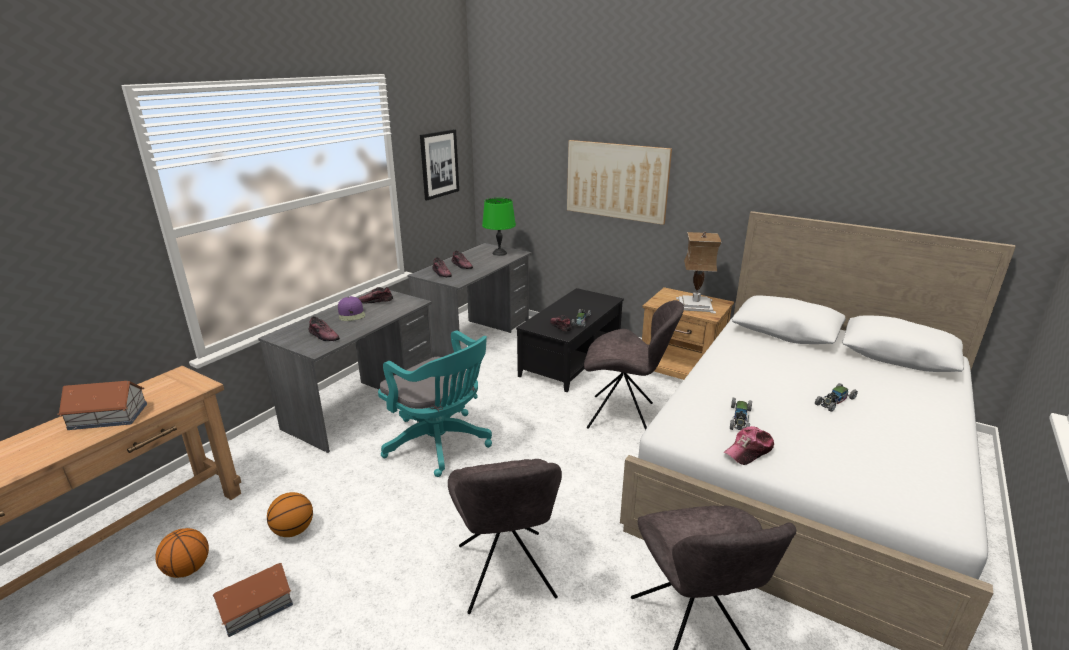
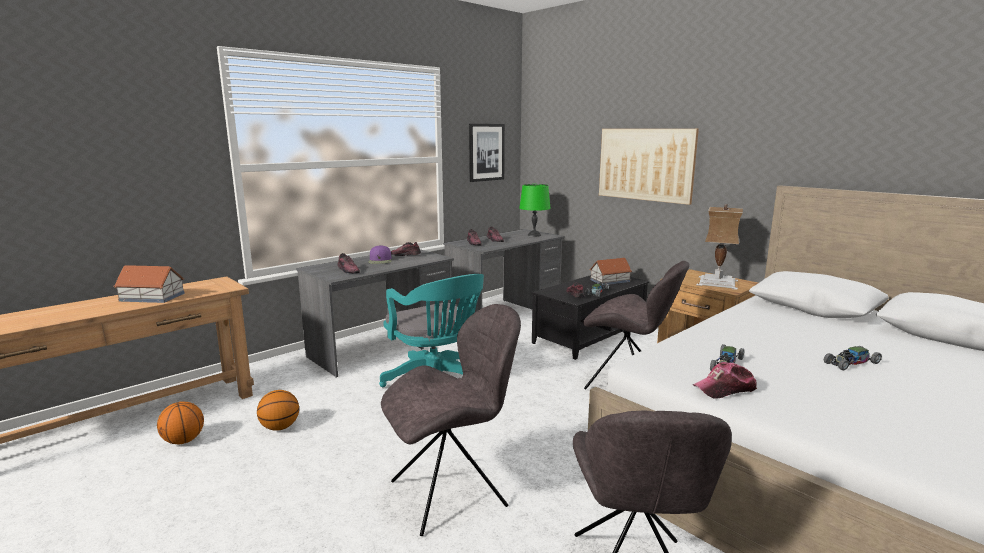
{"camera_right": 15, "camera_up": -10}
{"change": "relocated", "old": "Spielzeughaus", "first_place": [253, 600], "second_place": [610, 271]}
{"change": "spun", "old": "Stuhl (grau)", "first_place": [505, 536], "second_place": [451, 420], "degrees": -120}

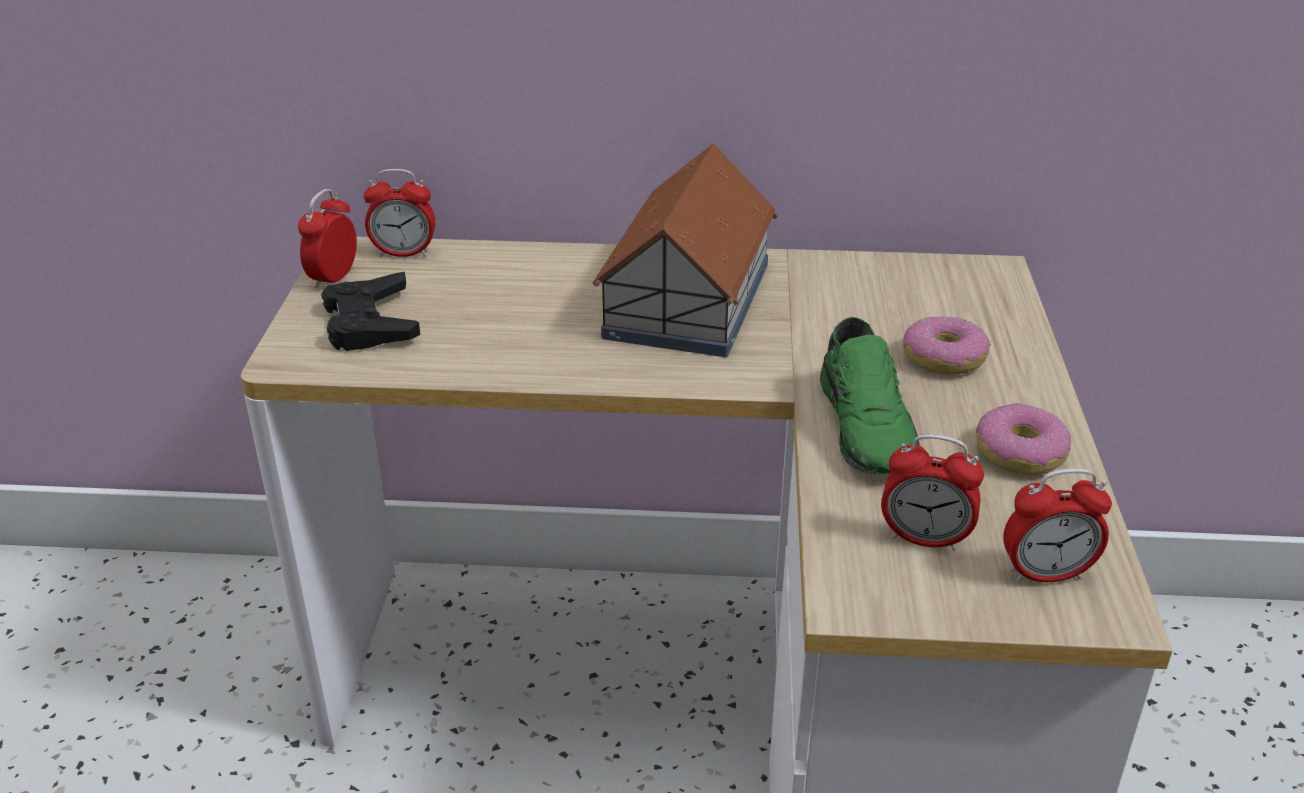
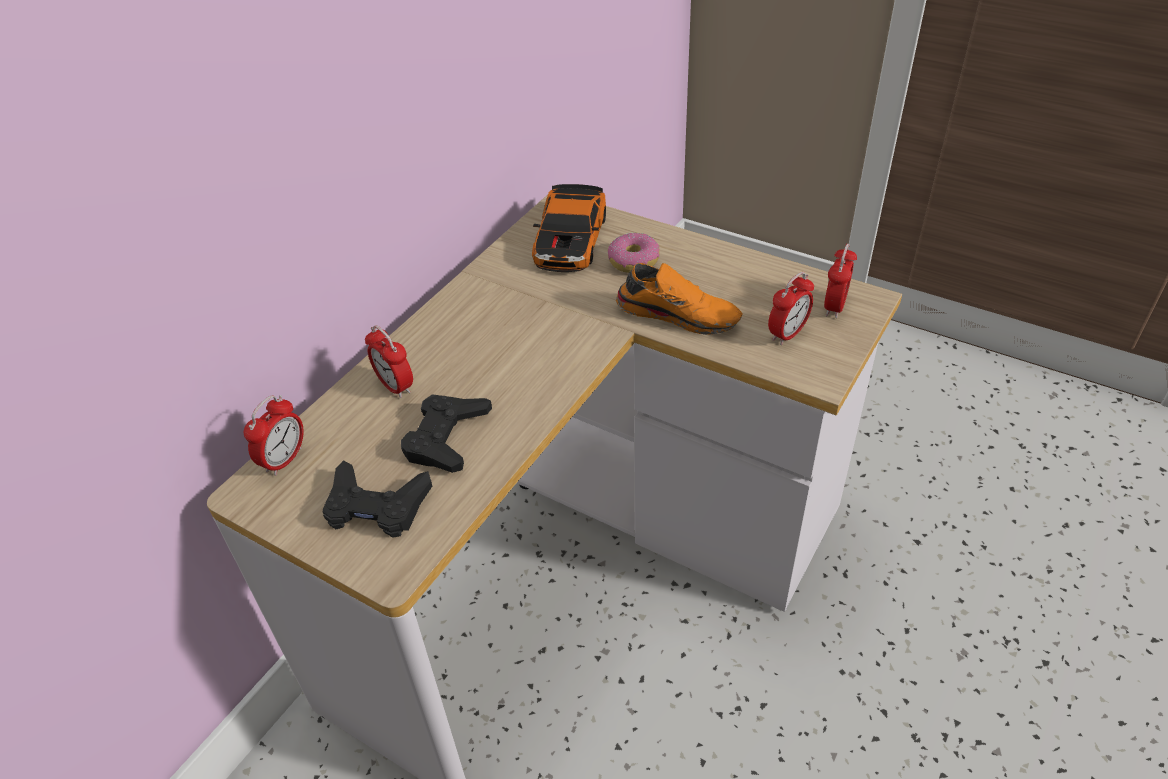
{"camera_right": -60, "camera_up": 10}
{"change": "missing", "old": "Spielzeughaus", "first_place": [685, 250]}
{"change": "missing", "old": "Donut", "first_place": [1023, 439]}
{"change": "appeared", "new": "Gamepad (schwarz)", "second_place": [446, 434]}
{"change": "appeared", "new": "Spielzeugauto", "second_place": [569, 228]}
{"change": "relocated", "old": "Wecker", "first_place": [327, 238], "second_place": [389, 361]}
{"change": "colour", "old": "Schuh (grün)", "new": "Schuh (orange)", "first_place": [870, 395], "second_place": [679, 299]}

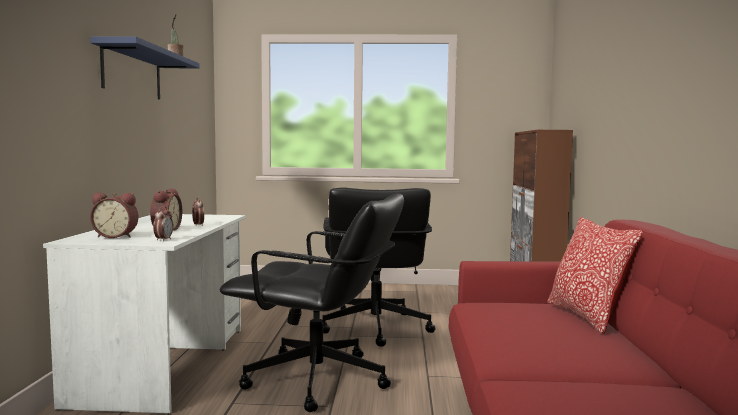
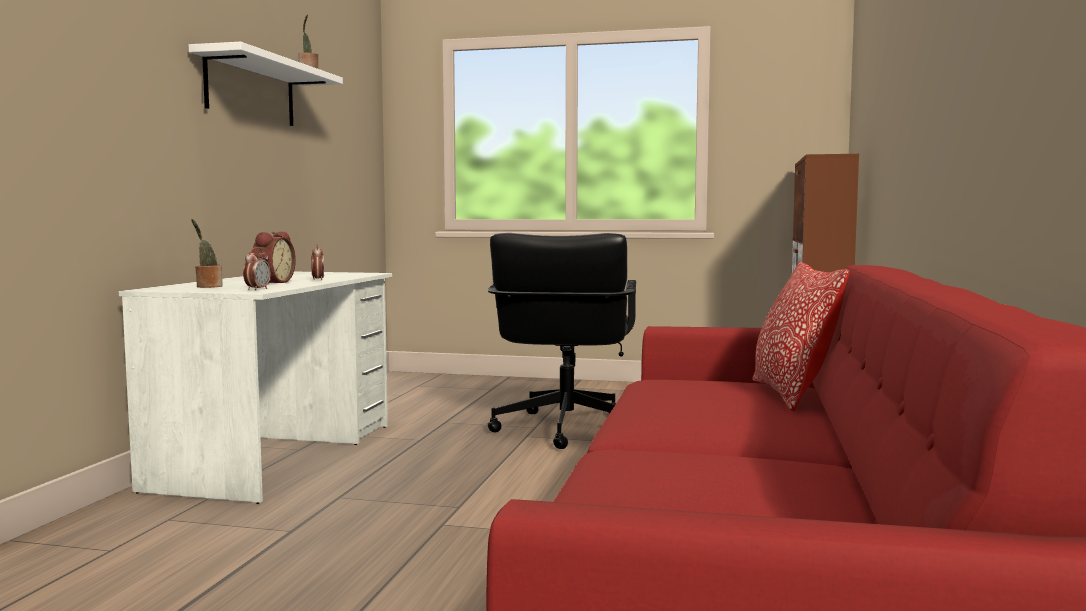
{"camera_right": 10, "camera_up": 0}
{"change": "missing", "old": "Bürostuhl (schwarz)", "first_place": [312, 303]}
{"change": "exchanged", "old": "Wecker", "new": "Topfpflanze", "first_place": [114, 215], "second_place": [207, 253]}
{"change": "colour", "old": "Wandregal (blau)", "new": "Wandregal (weiß)", "first_place": [145, 68], "second_place": [266, 84]}

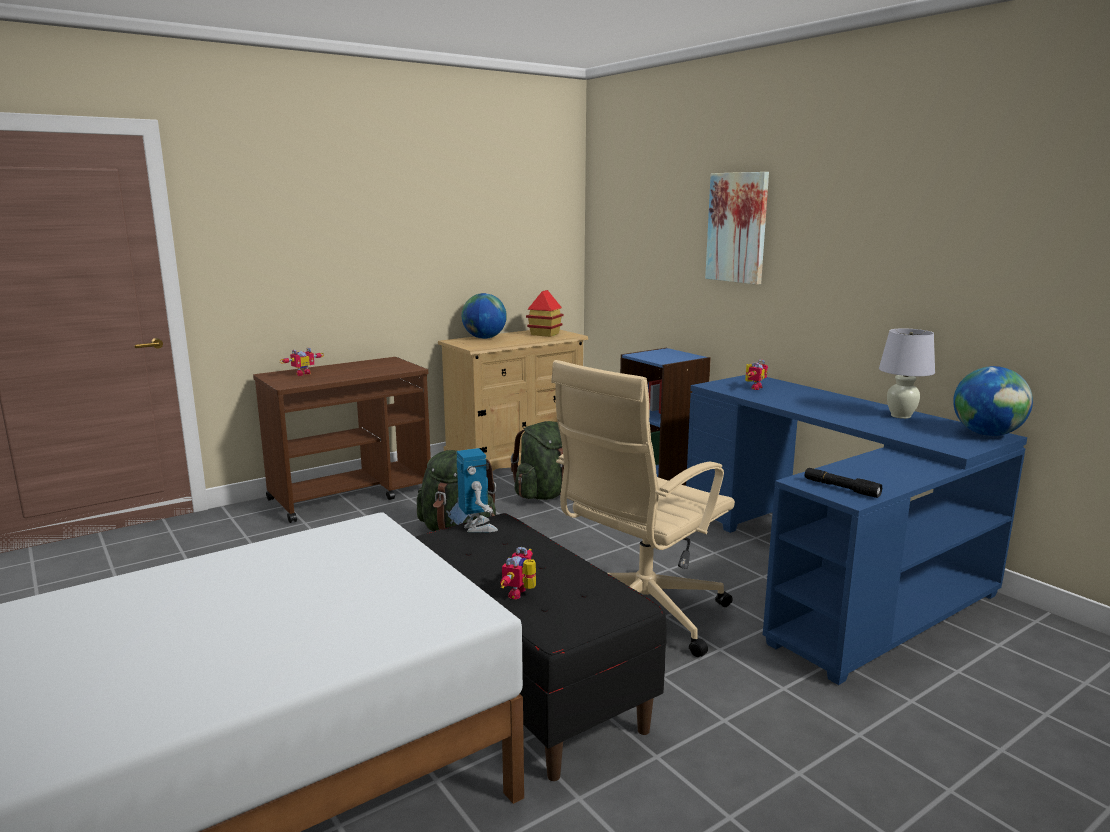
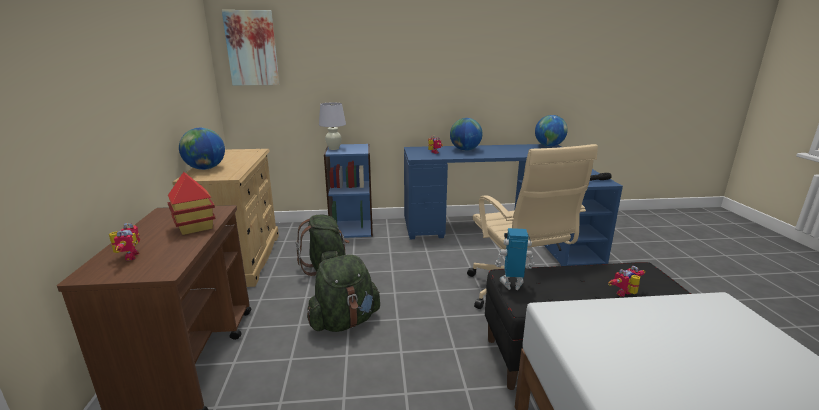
{"camera_right": -60, "camera_up": 5}
{"change": "appeared", "new": "Globus", "second_place": [466, 134]}
{"change": "relocated", "old": "Spielzeughaus", "first_place": [545, 313], "second_place": [192, 203]}
{"change": "relocated", "old": "Bild", "first_place": [737, 228], "second_place": [250, 47]}
{"change": "relocated", "old": "Tischlampe (weiß)", "first_place": [907, 374], "second_place": [332, 126]}
{"change": "spun", "old": "Spielzeugroboter", "first_place": [518, 573], "second_place": [626, 281], "degrees": 105}

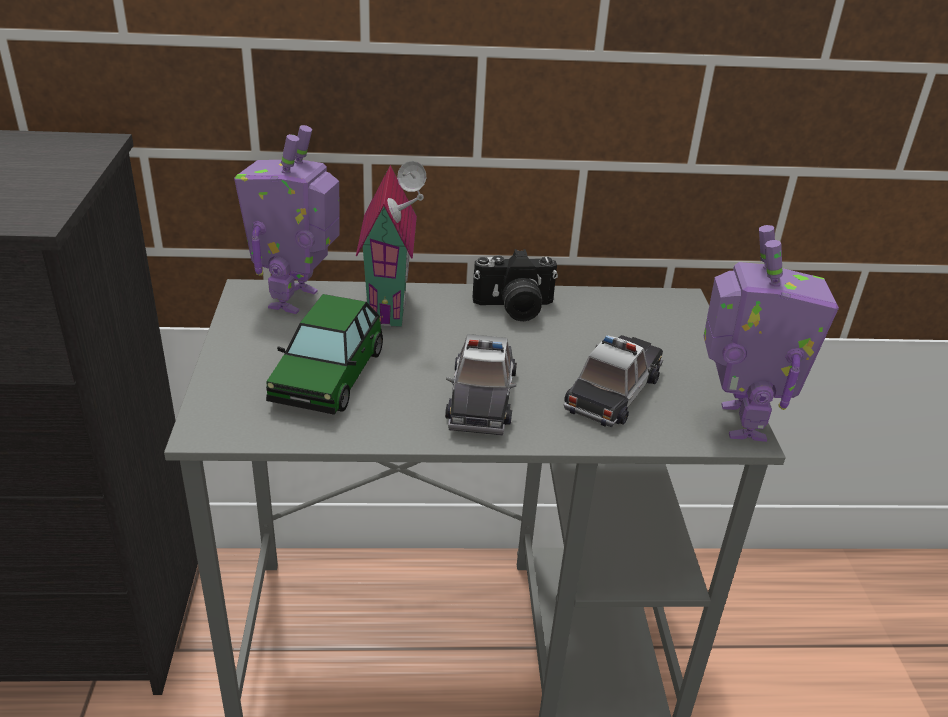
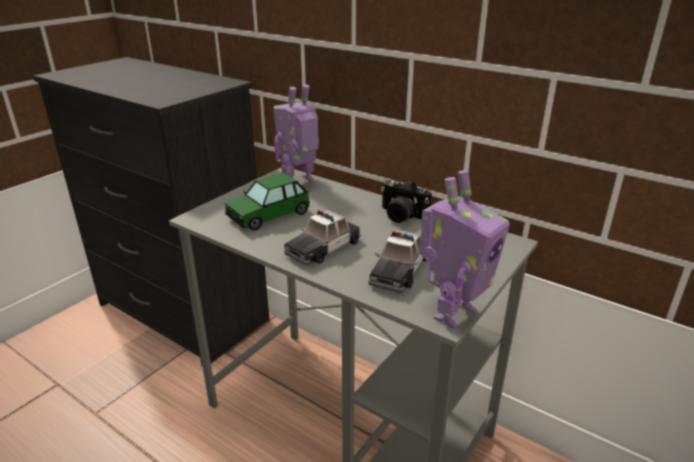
{"camera_right": 40, "camera_up": -5}
{"change": "missing", "old": "Spielzeughaus", "first_place": [391, 245]}
{"change": "spun", "old": "Spielzeugauto", "first_place": [613, 381], "second_place": [397, 261], "degrees": 135}

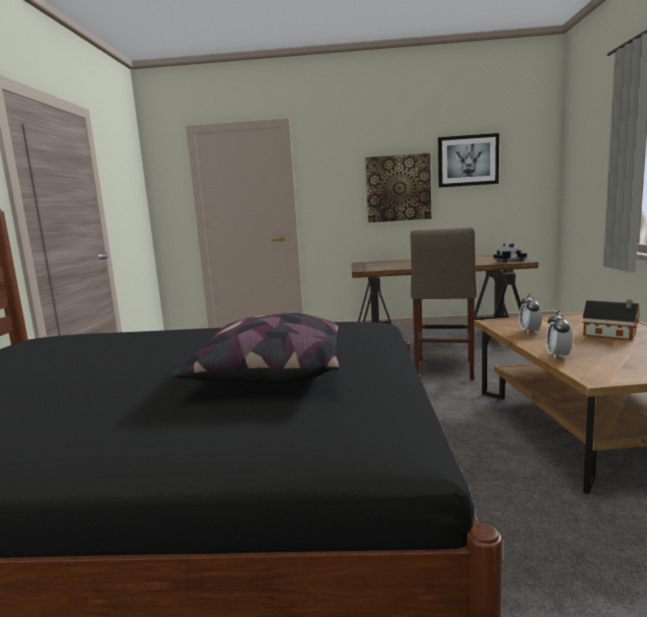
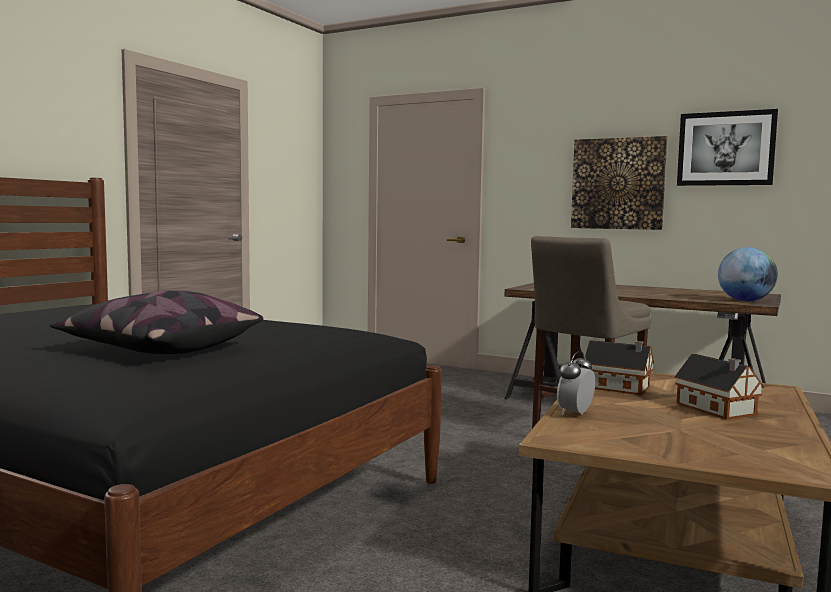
{"camera_right": 25, "camera_up": -5}
{"change": "exchanged", "old": "Spielzeugauto", "new": "Globus", "first_place": [510, 252], "second_place": [748, 274]}
{"change": "exchanged", "old": "Wecker", "new": "Spielzeughaus", "first_place": [530, 313], "second_place": [619, 367]}

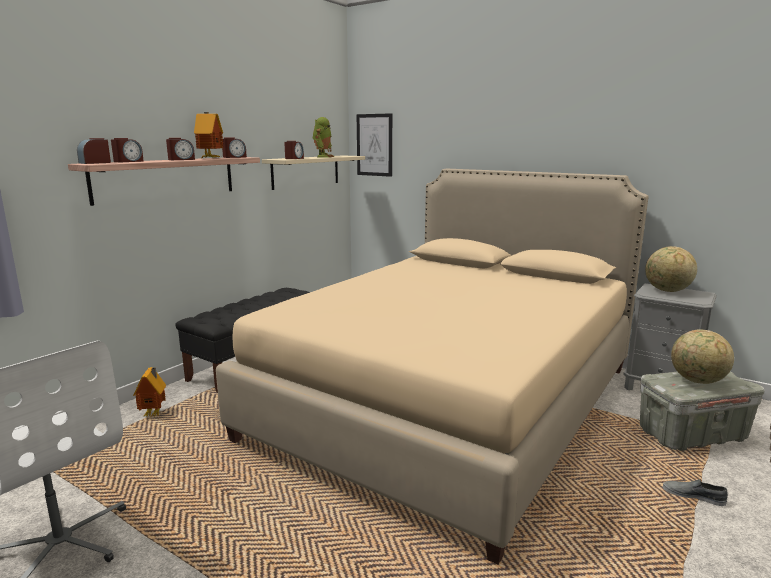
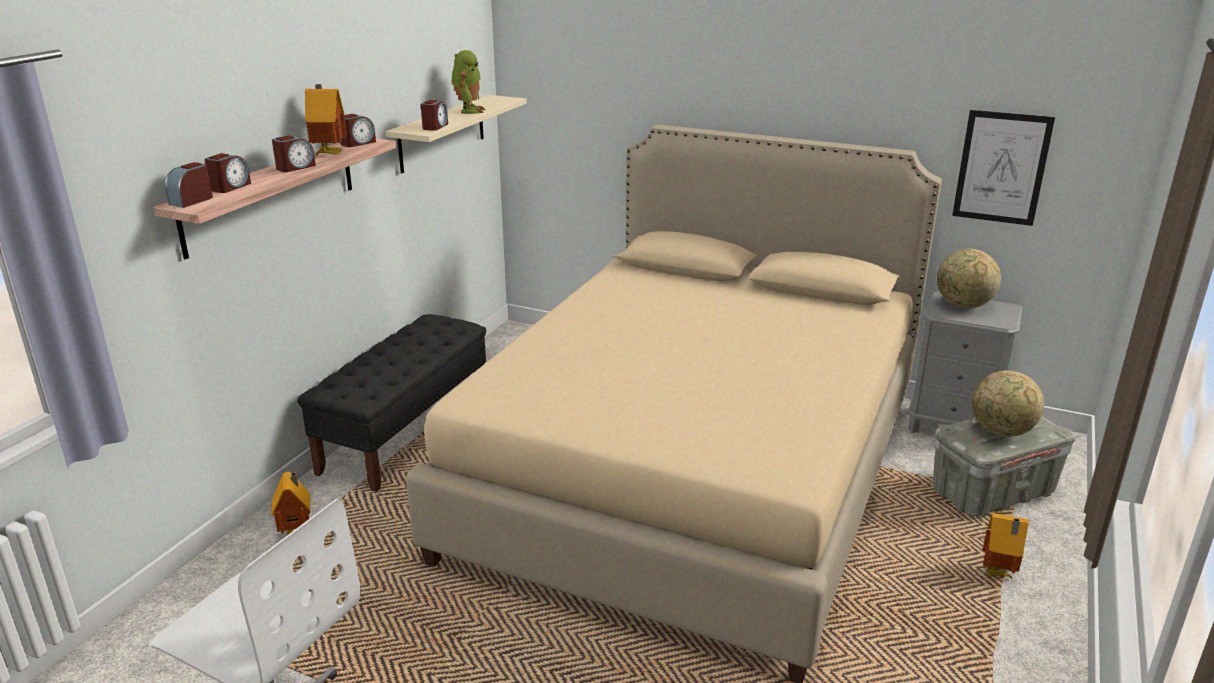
{"camera_right": -10, "camera_up": 10}
{"change": "relocated", "old": "Bild", "first_place": [374, 145], "second_place": [1003, 168]}
{"change": "exchanged", "old": "Schuh (grau)", "new": "Spielzeughaus", "first_place": [695, 492], "second_place": [1006, 546]}

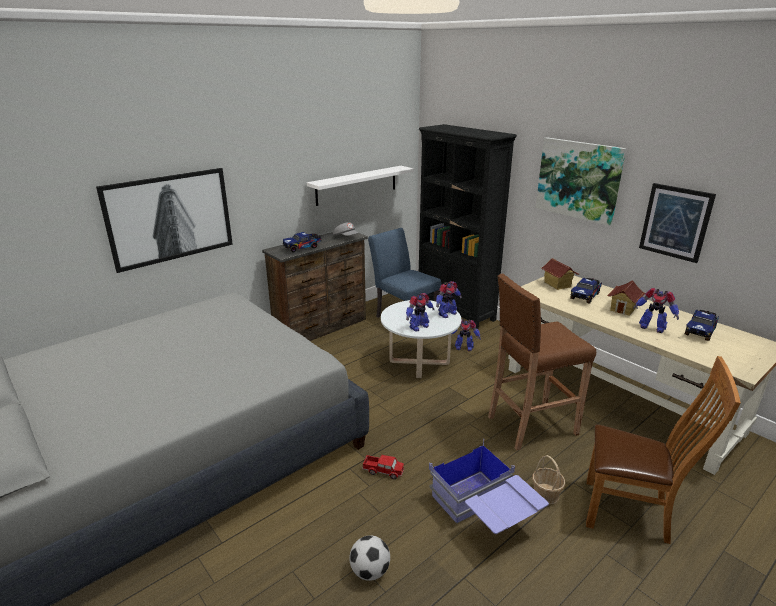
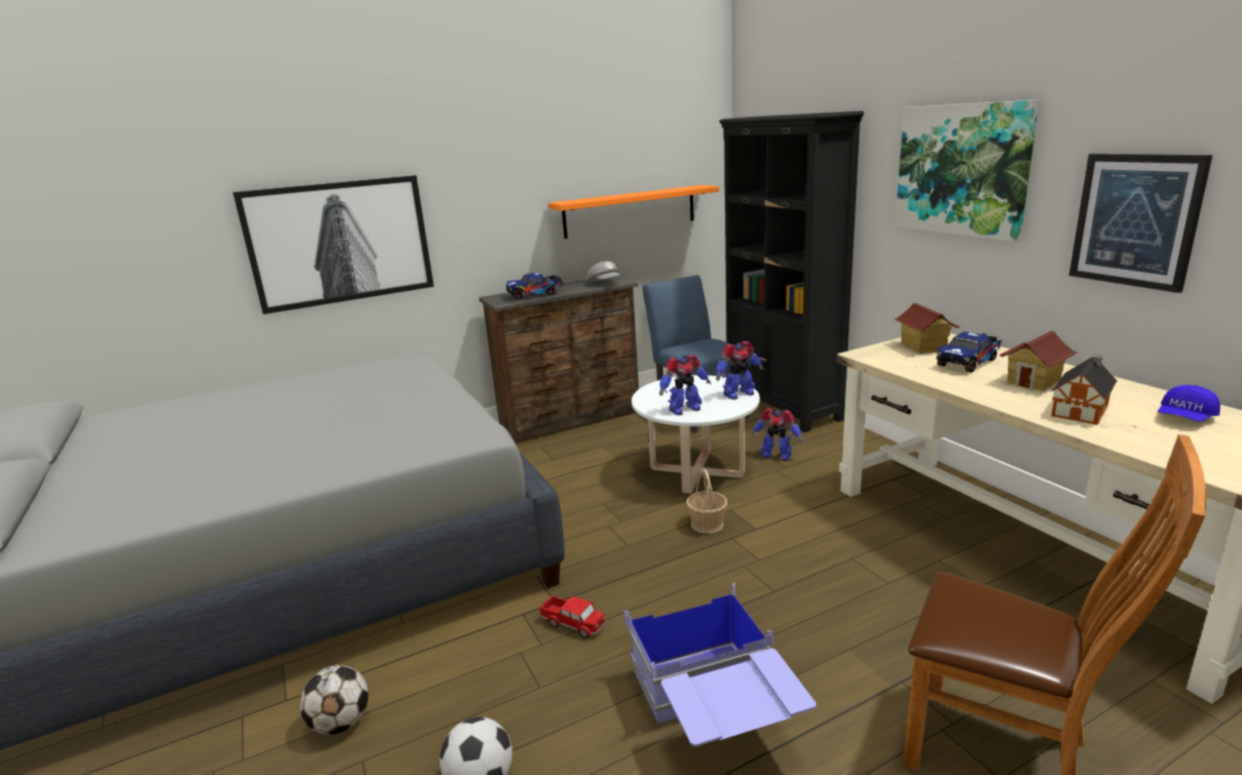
{"camera_right": 15, "camera_up": -5}
{"change": "missing", "old": "Hocker (braun)", "first_place": [542, 362]}
{"change": "appeared", "new": "Fußball", "second_place": [334, 700]}
{"change": "relocated", "old": "Korb", "first_place": [548, 480], "second_place": [706, 501]}
{"change": "exchanged", "old": "Spielzeugroboter", "new": "Spielzeughaus", "first_place": [656, 310], "second_place": [1084, 390]}
{"change": "exchanged", "old": "Spielzeuglaster", "new": "Kappe (blau)", "first_place": [702, 325], "second_place": [1189, 403]}
{"change": "colour", "old": "Wandregal (weiß)", "new": "Wandregal (orange)", "first_place": [360, 186], "second_place": [633, 212]}

